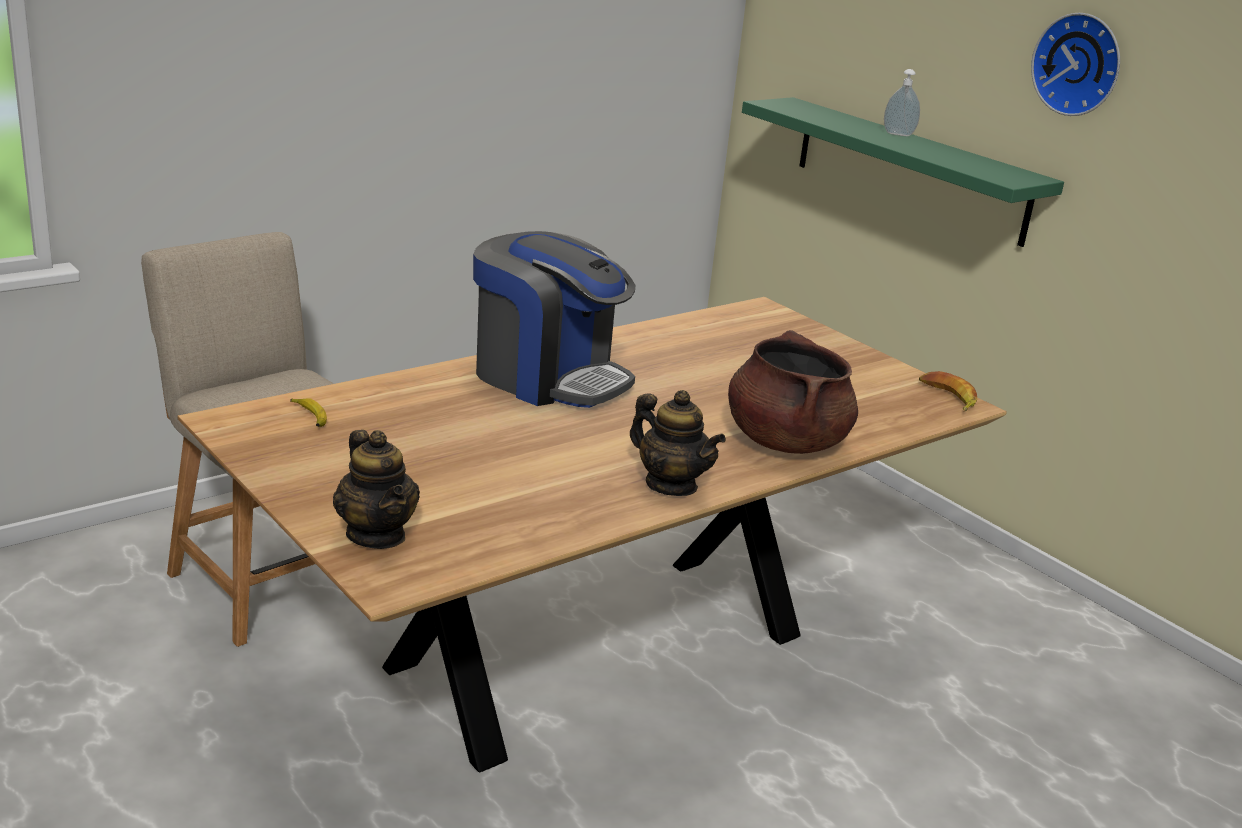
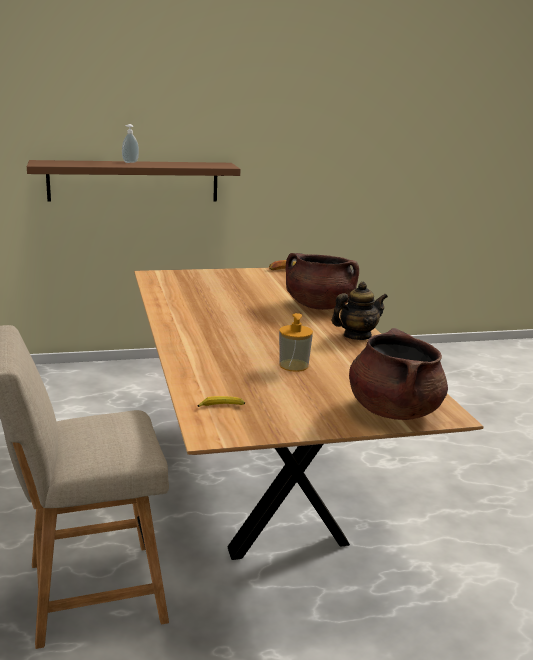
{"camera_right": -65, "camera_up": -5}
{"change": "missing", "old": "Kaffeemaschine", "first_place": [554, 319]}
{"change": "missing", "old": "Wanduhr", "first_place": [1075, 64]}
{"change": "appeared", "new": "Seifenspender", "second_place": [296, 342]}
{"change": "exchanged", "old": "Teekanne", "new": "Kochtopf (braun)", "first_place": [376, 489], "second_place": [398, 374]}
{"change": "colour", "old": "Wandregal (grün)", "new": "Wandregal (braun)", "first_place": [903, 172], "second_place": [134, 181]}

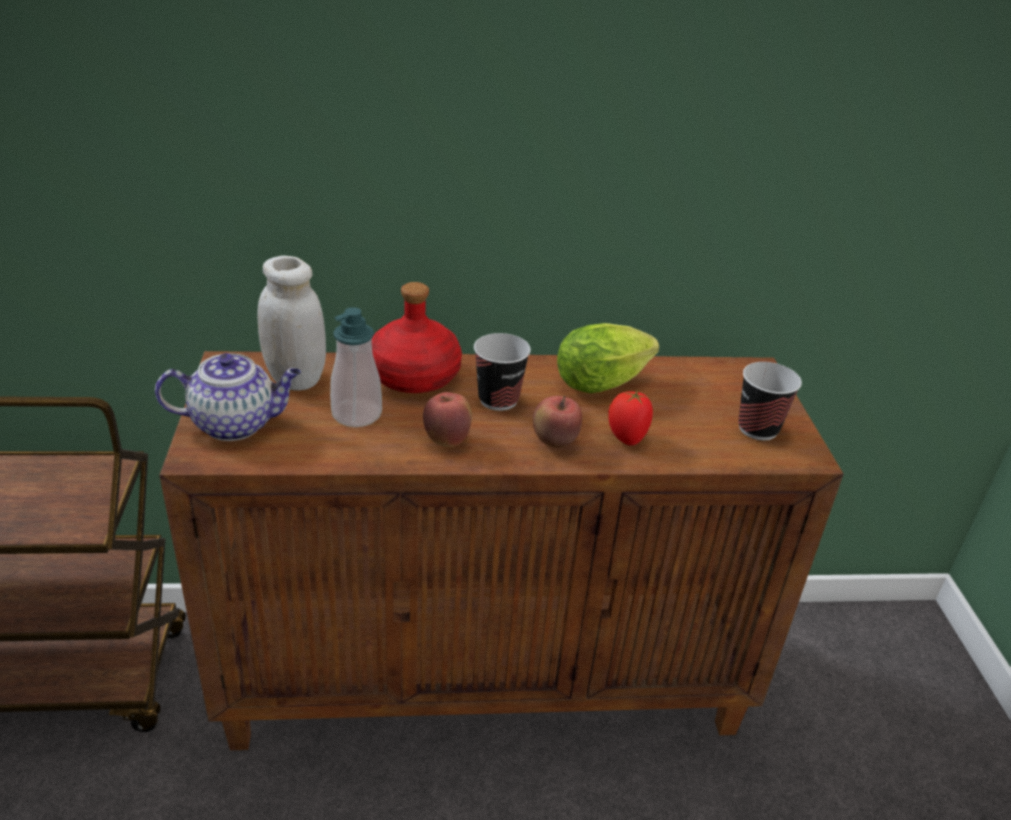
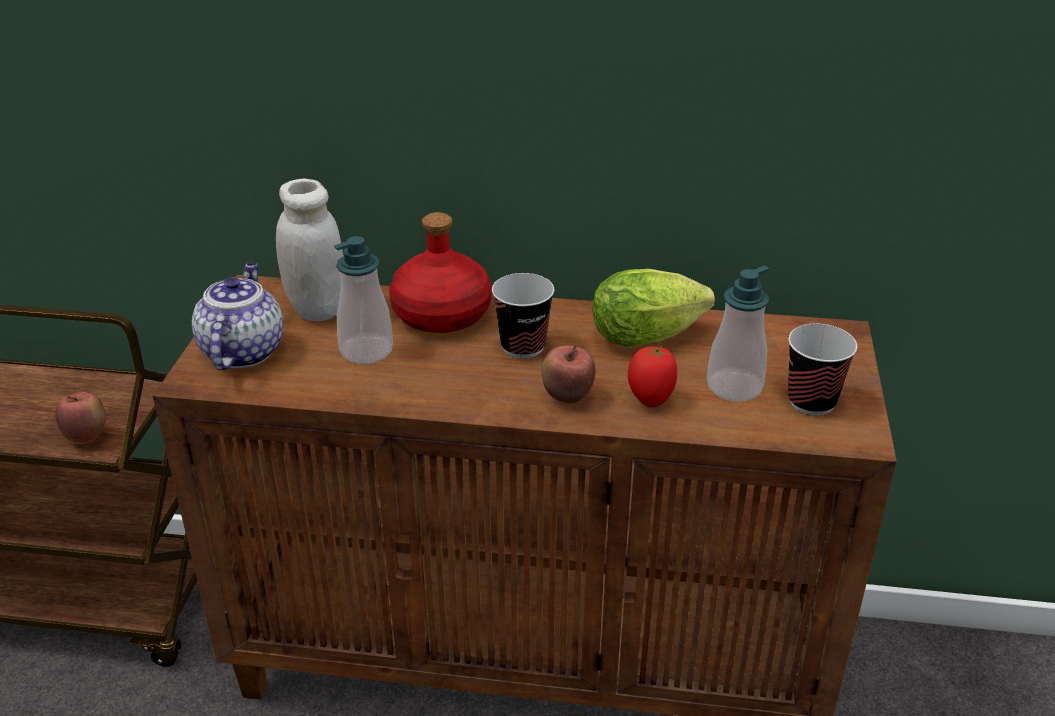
{"camera_right": 15, "camera_up": 0}
{"change": "appeared", "new": "Seifenspender", "second_place": [738, 334]}
{"change": "relocated", "old": "Apfel", "first_place": [447, 419], "second_place": [80, 418]}
{"change": "spun", "old": "Teekanne", "first_place": [228, 397], "second_place": [237, 316], "degrees": -90}

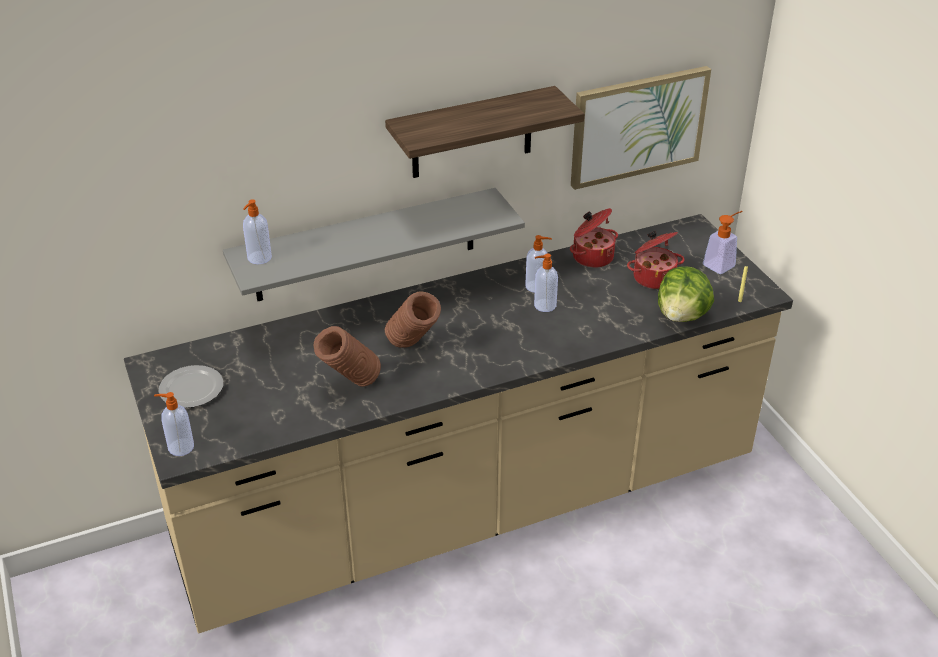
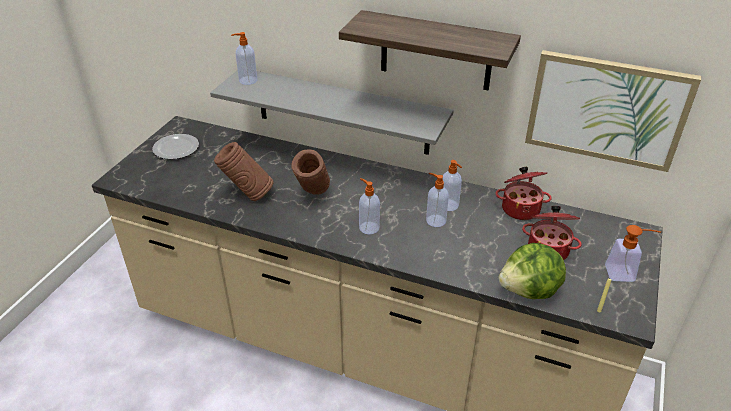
{"camera_right": 45, "camera_up": 0}
{"change": "relocated", "old": "Seifenspender", "first_place": [174, 424], "second_place": [369, 206]}

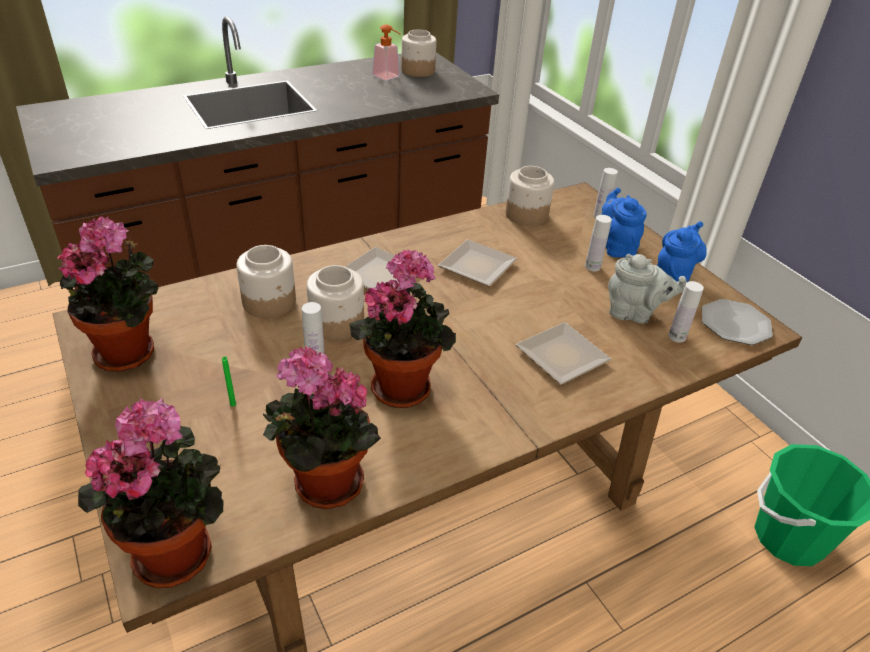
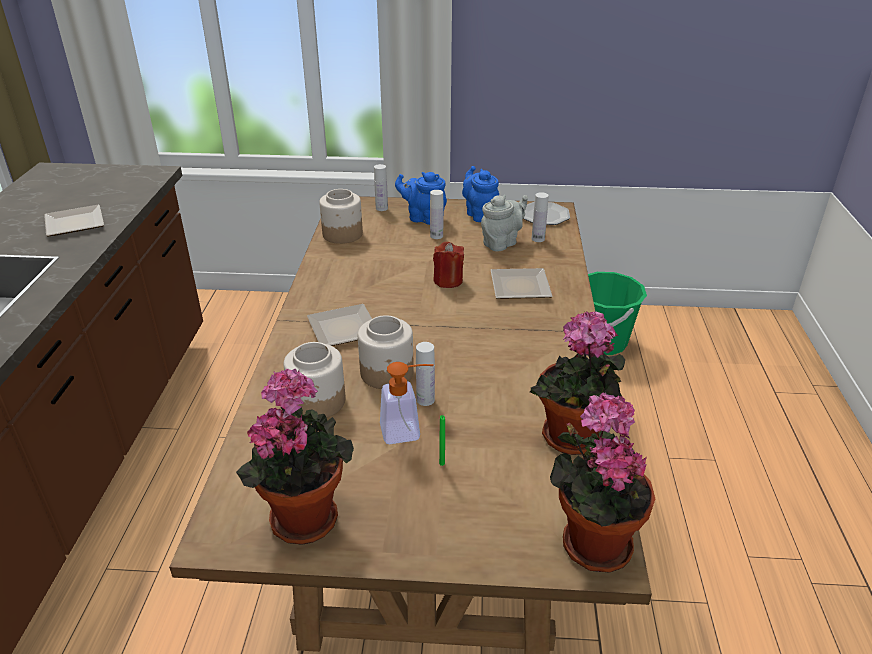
{"camera_right": -55, "camera_up": -5}
{"change": "missing", "old": "Topfpflanze", "first_place": [402, 328]}
{"change": "missing", "old": "Vorratsglas", "first_place": [418, 53]}
{"change": "appeared", "new": "Kerze (rot)", "second_place": [448, 265]}
{"change": "relocated", "old": "Seifenspender", "first_place": [386, 52], "second_place": [407, 403]}
{"change": "relocated", "old": "Teller", "first_place": [477, 263], "second_place": [74, 221]}

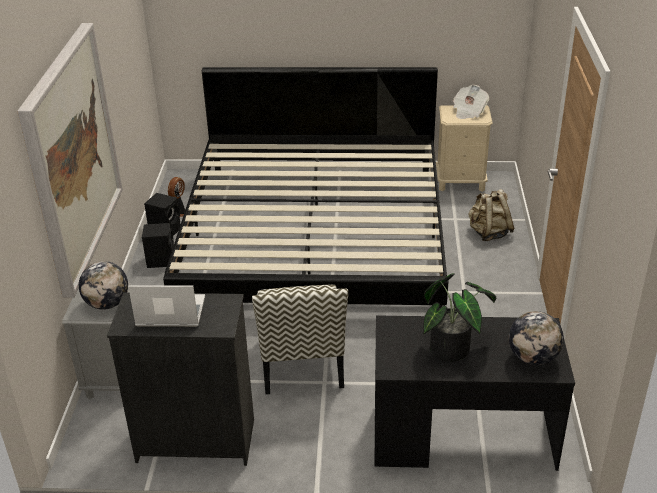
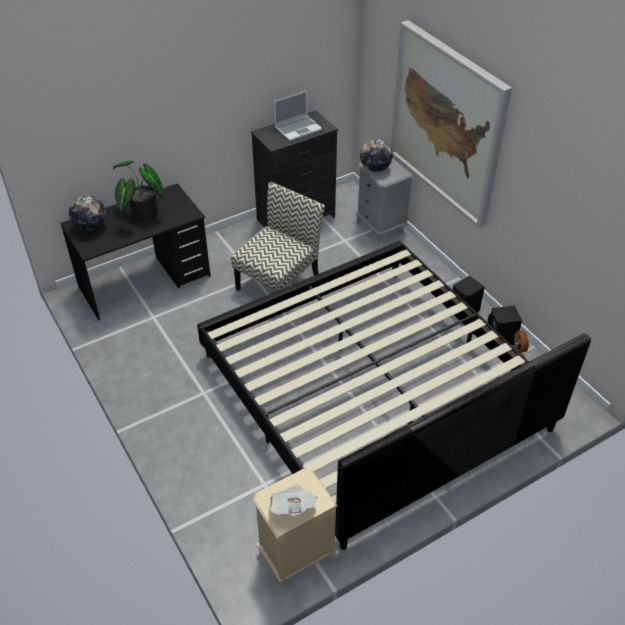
{"camera_right": 145, "camera_up": 10}
{"change": "missing", "old": "Rucksack (beige)", "first_place": [491, 215]}
{"change": "spun", "old": "Stuhl", "first_place": [300, 339], "second_place": [278, 236], "degrees": 75}

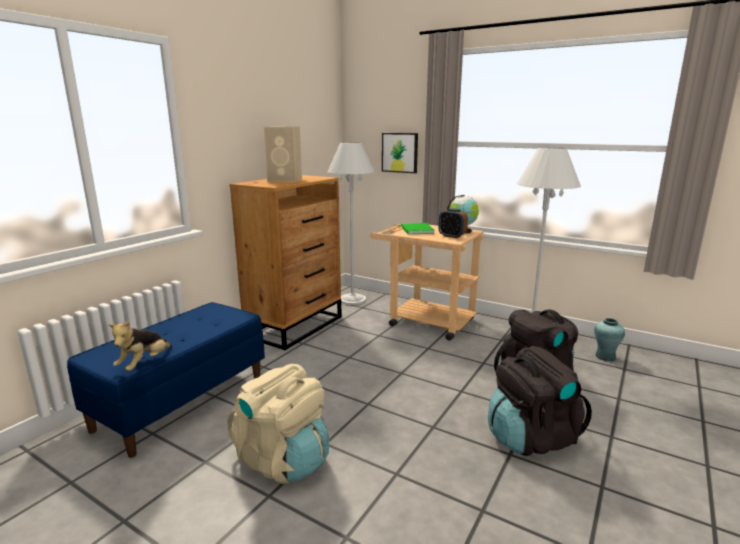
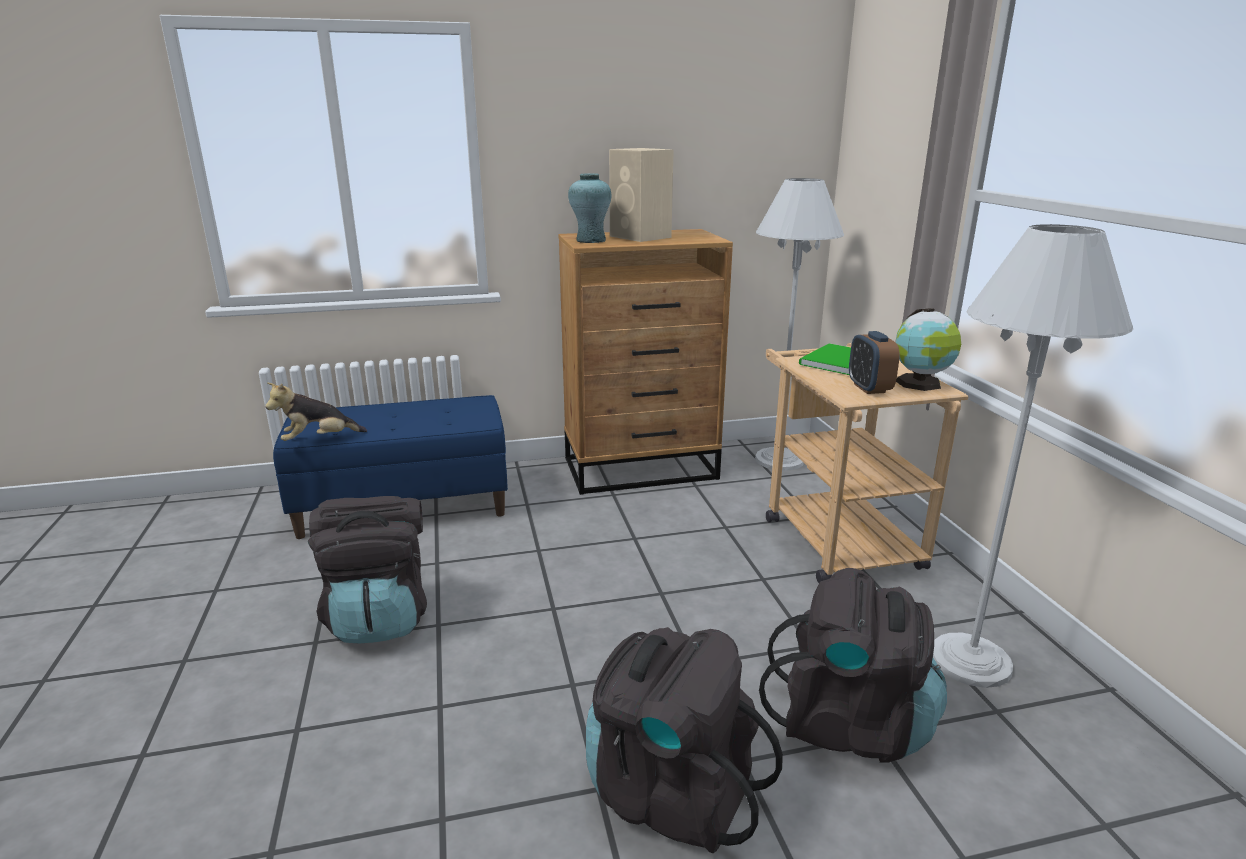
{"camera_right": 45, "camera_up": 5}
{"change": "missing", "old": "Bild", "first_place": [400, 153]}
{"change": "relocated", "old": "Vase (türkis)", "first_place": [609, 339], "second_place": [589, 208]}
{"change": "colour", "old": "Rucksack (beige)", "new": "Rucksack (schwarz)", "first_place": [278, 424], "second_place": [367, 569]}

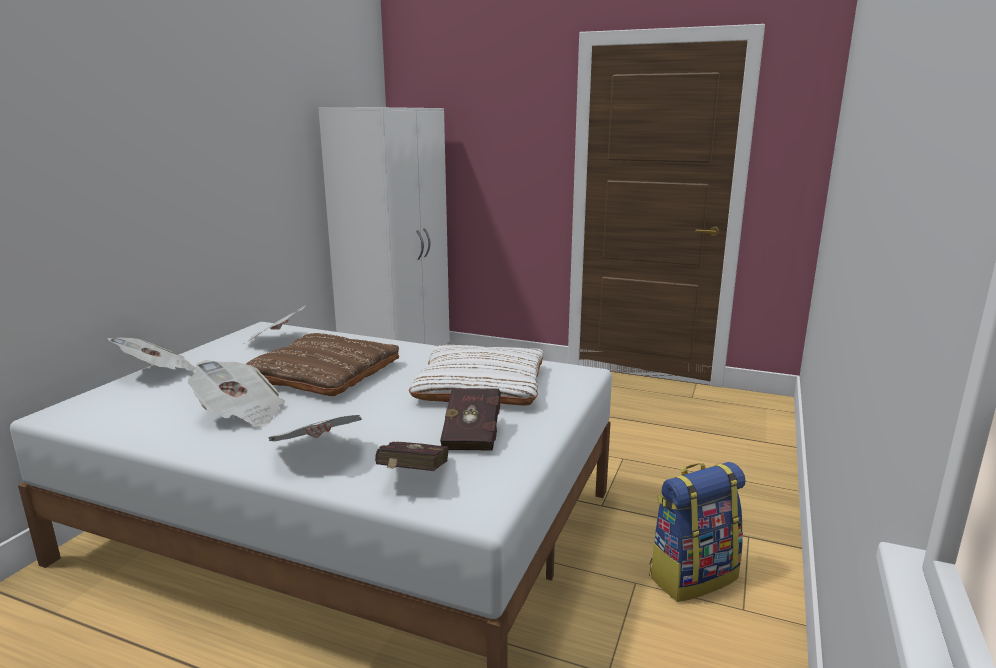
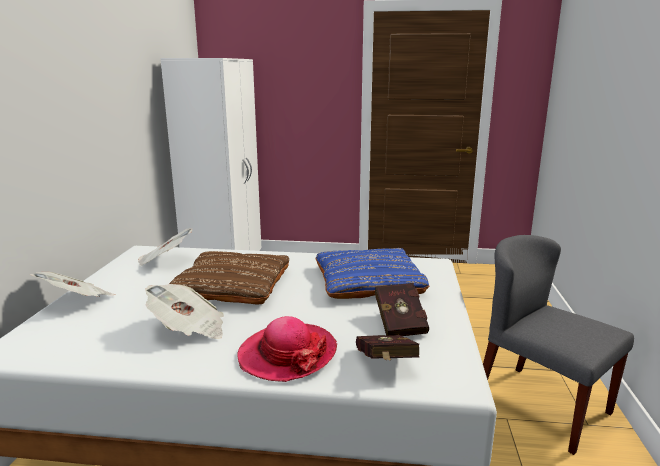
{"camera_right": -15, "camera_up": 0}
{"change": "exchanged", "old": "Zeitung", "new": "Hut", "first_place": [315, 428], "second_place": [287, 349]}
{"change": "exchanged", "old": "Rucksack", "new": "Stuhl (grau)", "first_place": [697, 532], "second_place": [558, 345]}
{"change": "colour", "old": "Kissen (weiß)", "new": "Kissen (blau)", "first_place": [476, 375], "second_place": [372, 273]}

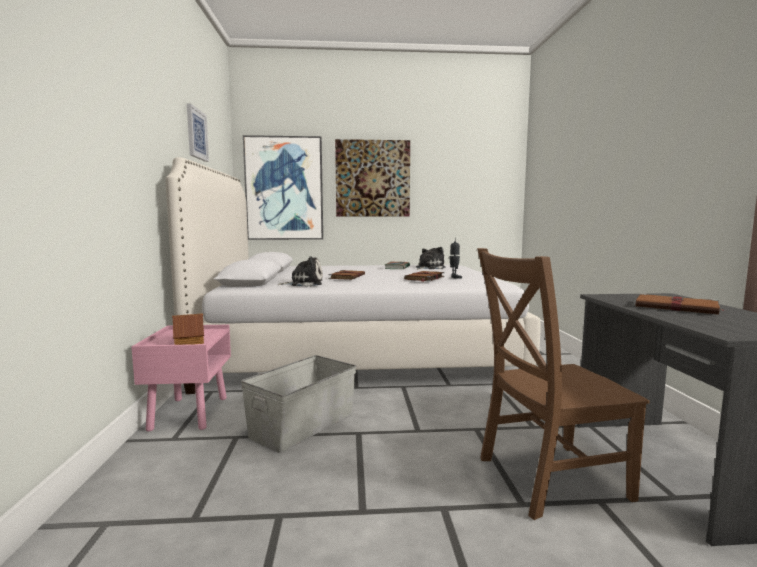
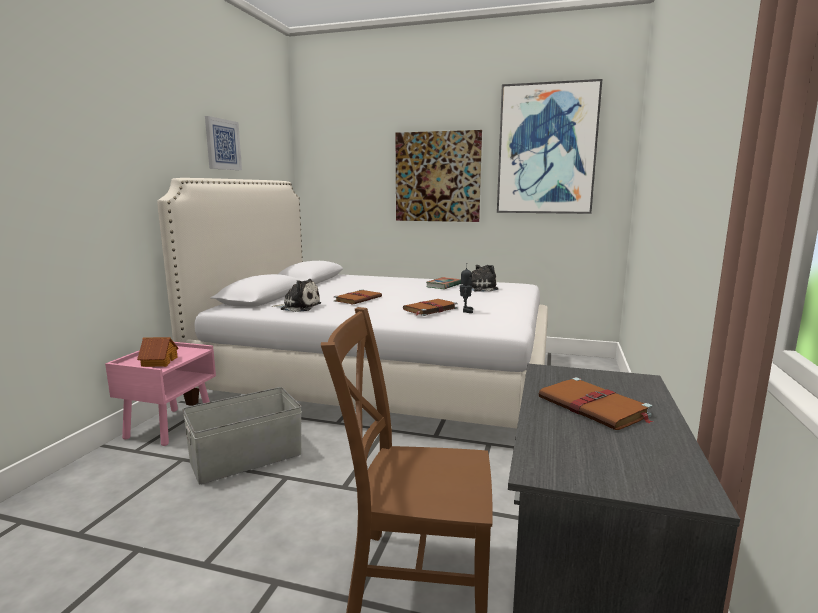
{"camera_right": 20, "camera_up": 5}
{"change": "relocated", "old": "Bild", "first_place": [283, 187], "second_place": [550, 146]}

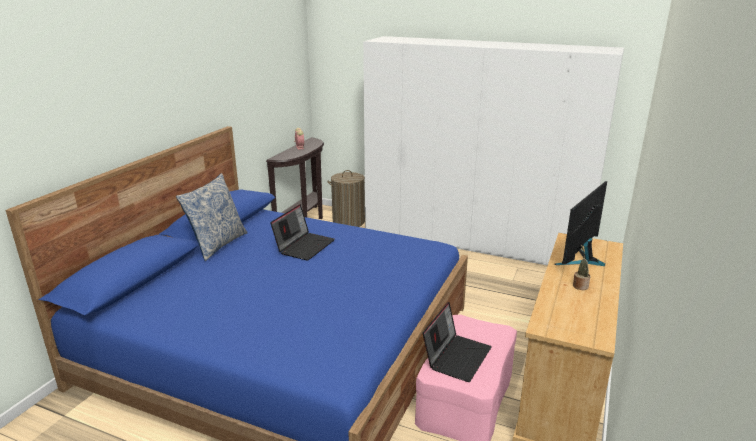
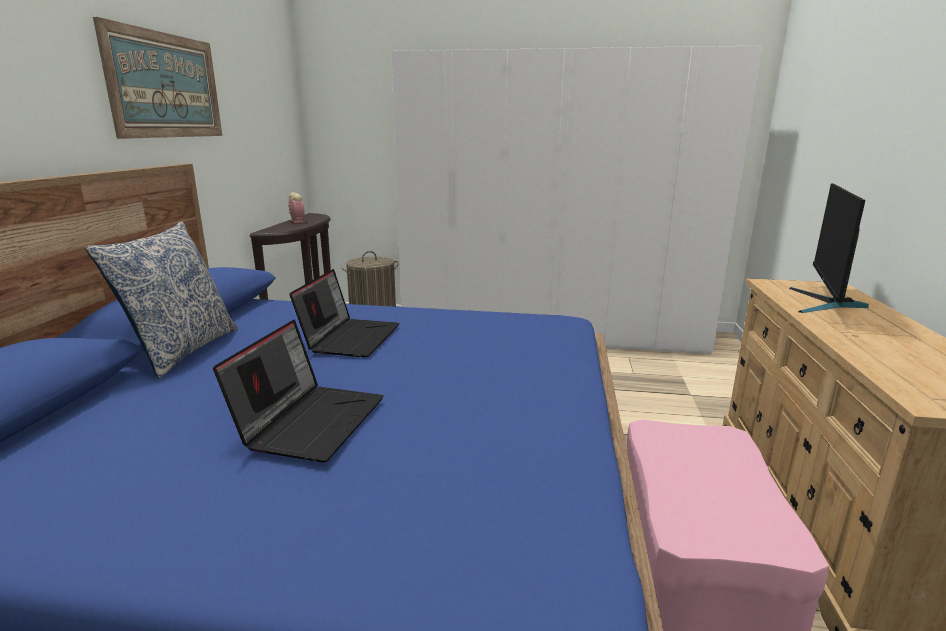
{"camera_right": -15, "camera_up": -5}
{"change": "missing", "old": "Topfpflanze", "first_place": [581, 267]}
{"change": "appeared", "new": "Bild", "second_place": [157, 78]}
{"change": "relocated", "old": "Laptop", "first_place": [457, 342], "second_place": [298, 391]}

